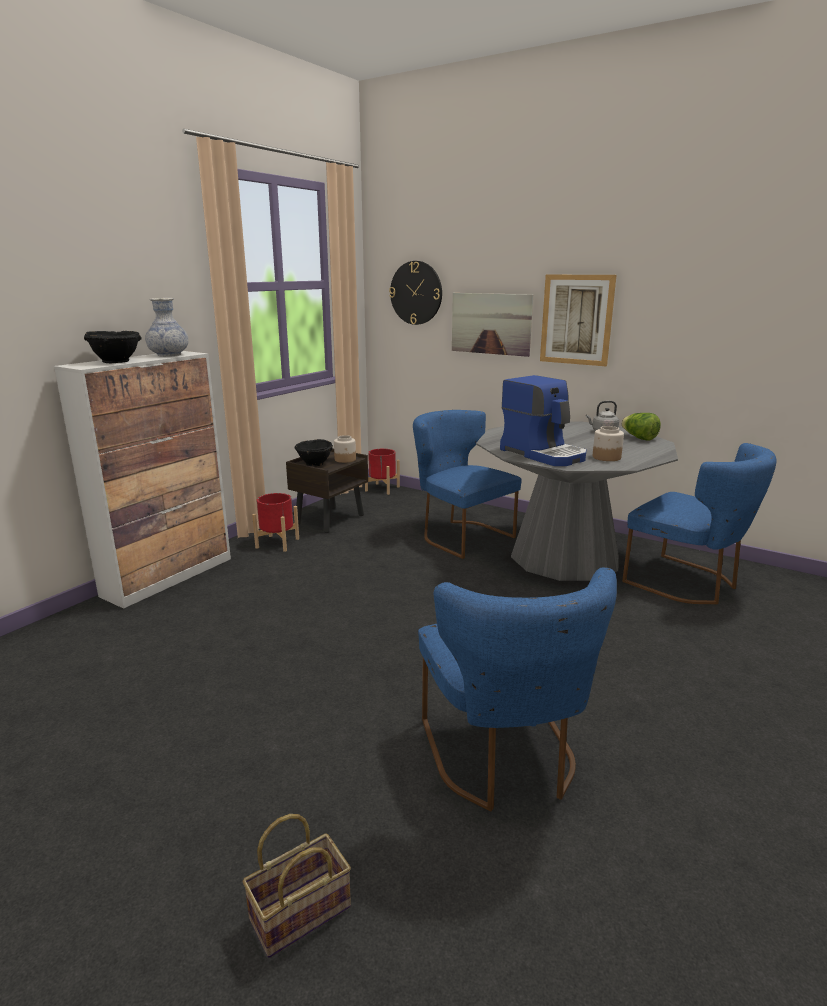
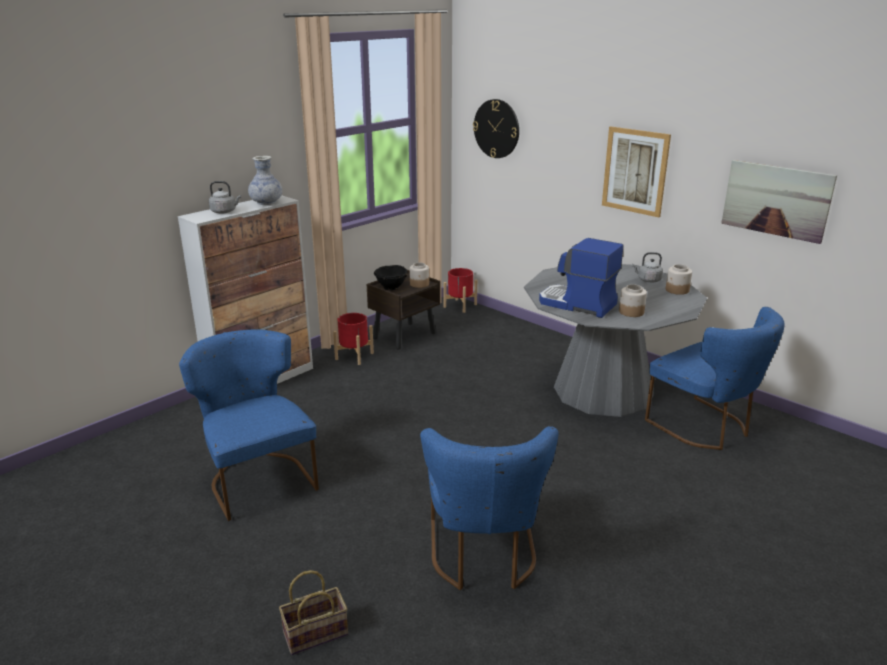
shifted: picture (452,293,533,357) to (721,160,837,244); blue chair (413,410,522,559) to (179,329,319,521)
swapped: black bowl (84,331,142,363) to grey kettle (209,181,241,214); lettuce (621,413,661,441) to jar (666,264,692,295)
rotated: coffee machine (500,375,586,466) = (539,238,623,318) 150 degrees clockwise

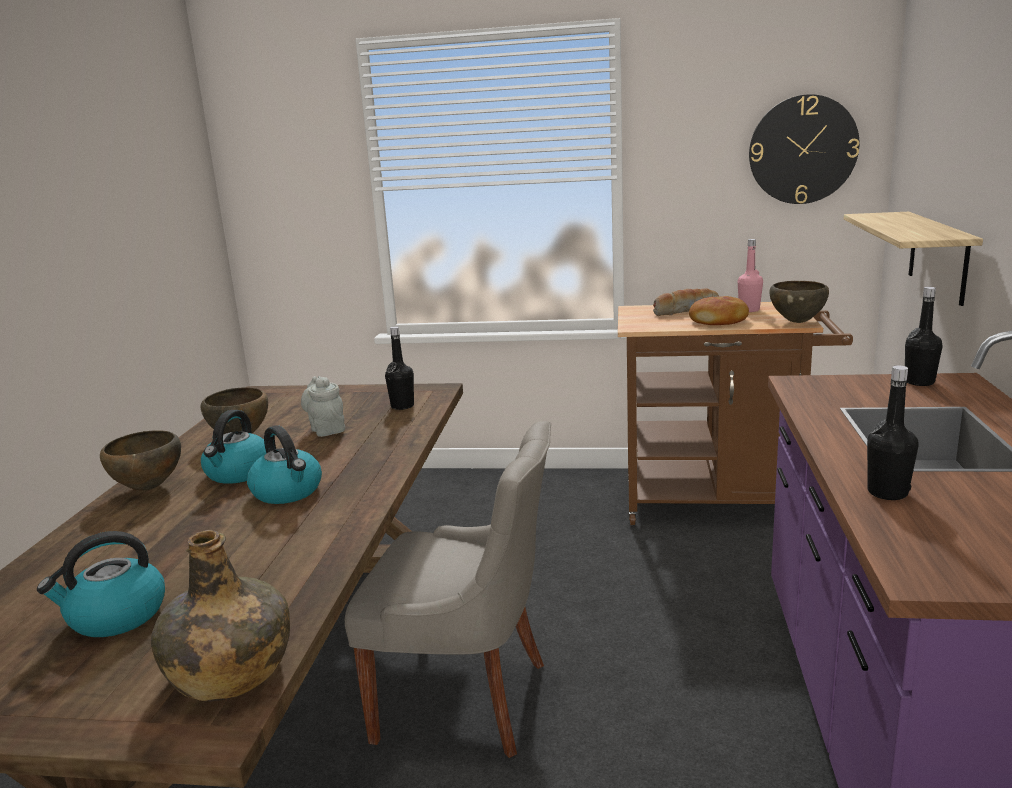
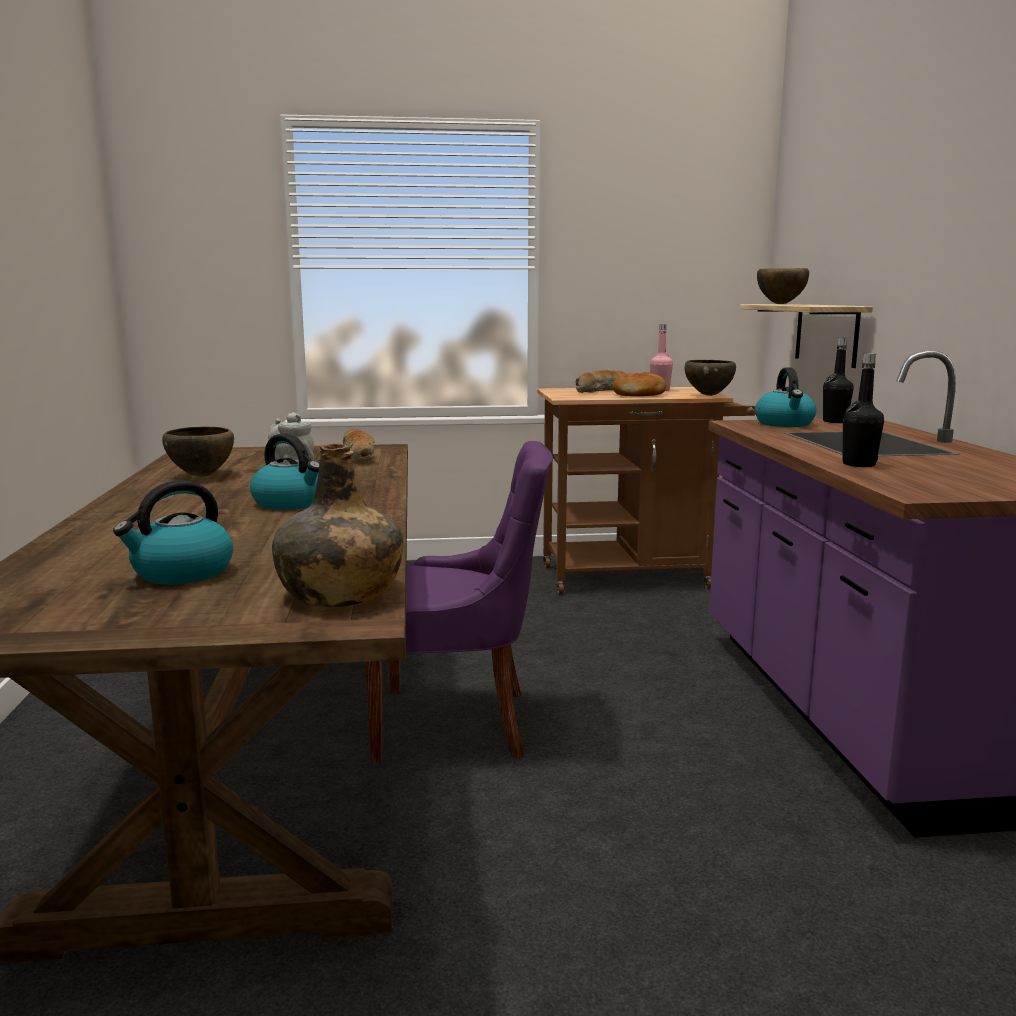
gone: wall clock (749,94,859,204)
shifted: kettle (201,410,266,484) to (755,368,817,427); brown bowl (100,430,181,491) to (757,268,809,304)
swapped: black bottle (385,326,414,410) to bread (343,429,374,462)
repainted: grey chair (345,421,551,758) to purple chair (366,441,553,763)

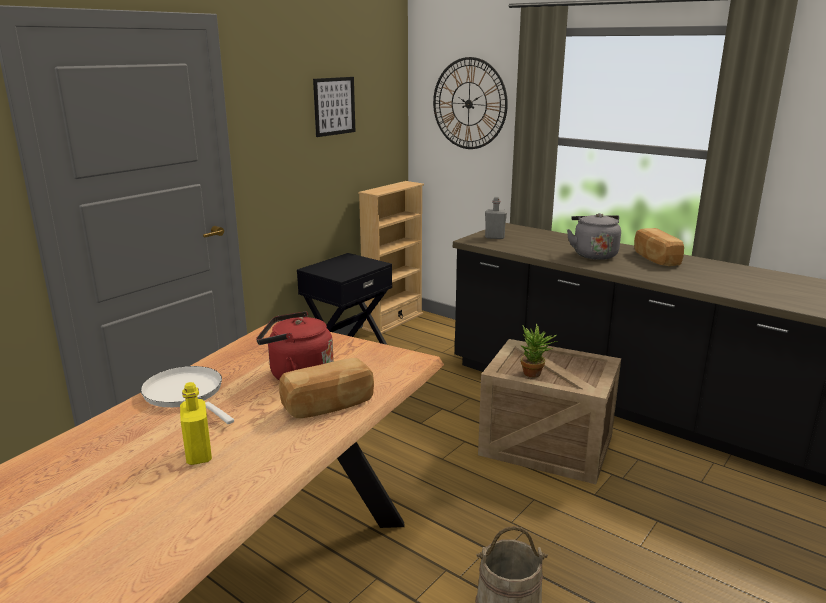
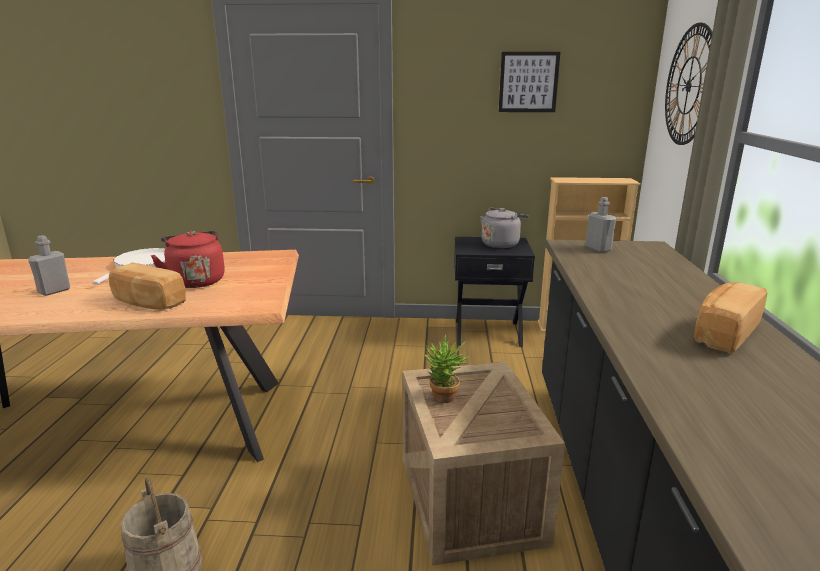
shifted: grey kettle (567,213,621,260) to (480,207,529,248)
repainted: yellow bottle (180,382,212,465) to grey bottle (28,235,70,296)

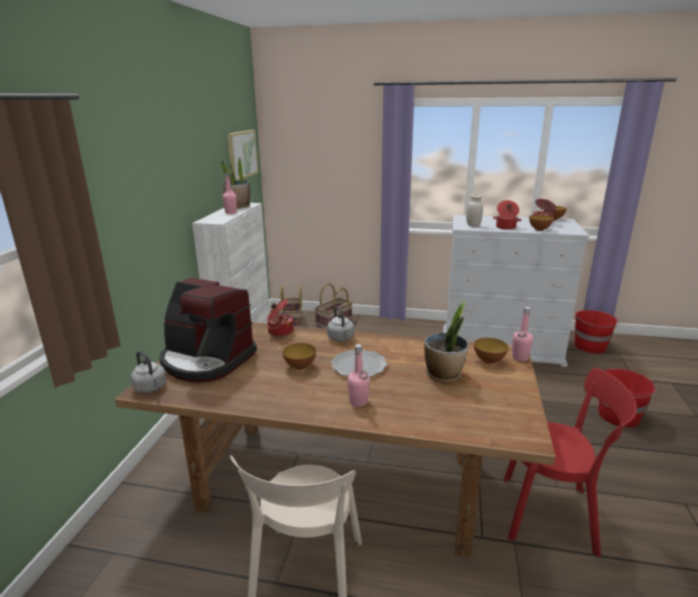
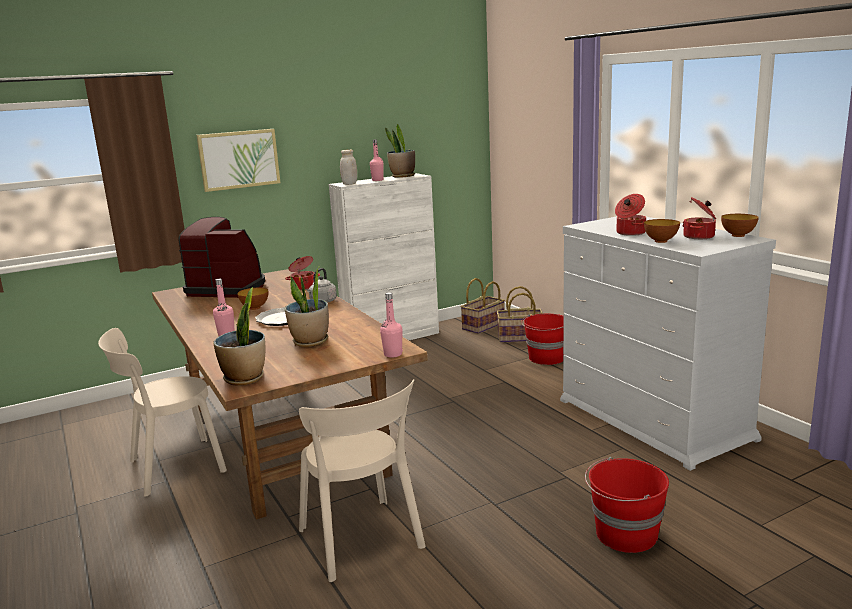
gone: bowl (474,338,508,364); grey kettle (131,351,166,393)
new: potted plant (213,287,265,386)
shifted: picture (227,130,259,181) to (196,129,280,192); white jar (466,194,483,227) to (340,149,357,185); red bucket (574,310,619,354) to (521,314,564,365)
repainted: red chair (504,368,637,557) to beige chair (299,379,426,582)
rotated: coffee machine (159,277,257,383) = (178,217,265,298) 120 degrees clockwise

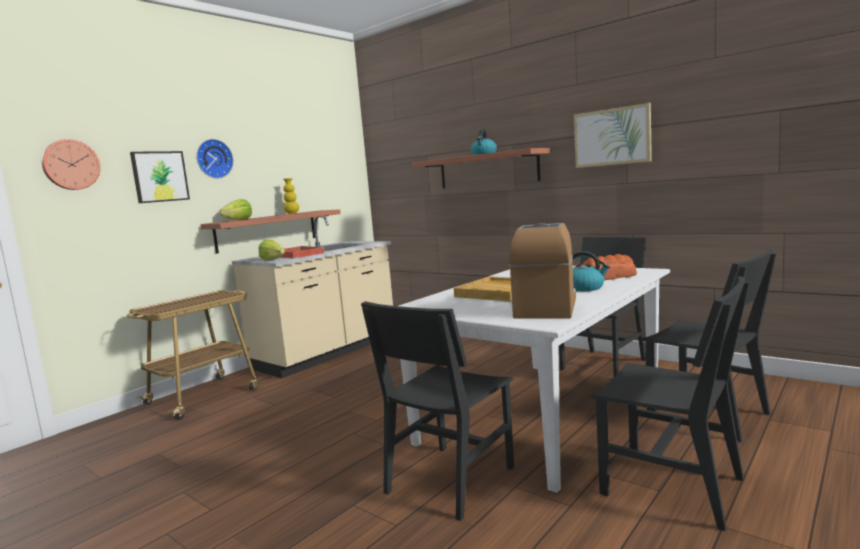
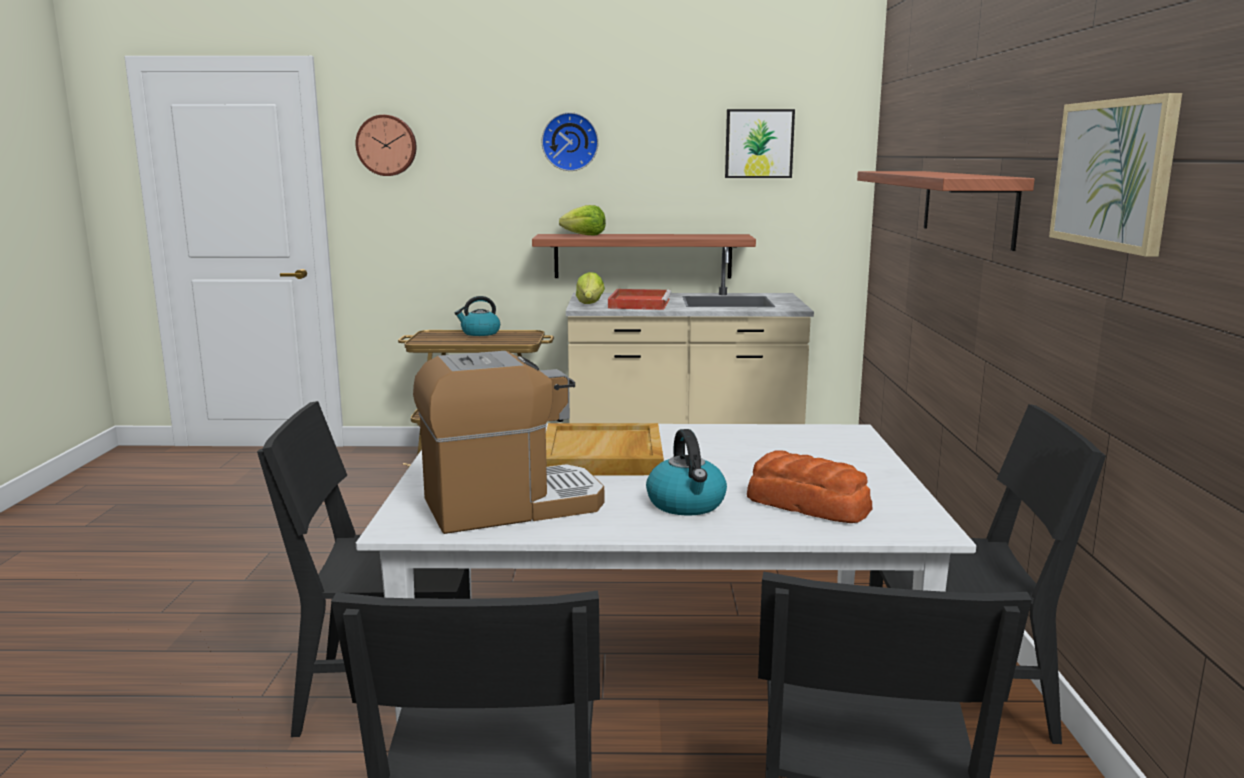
gone: yellow vase (283,178,299,214)
shifted: kettle (470,129,497,155) to (455,296,500,336); picture (130,151,190,203) to (725,109,795,178)

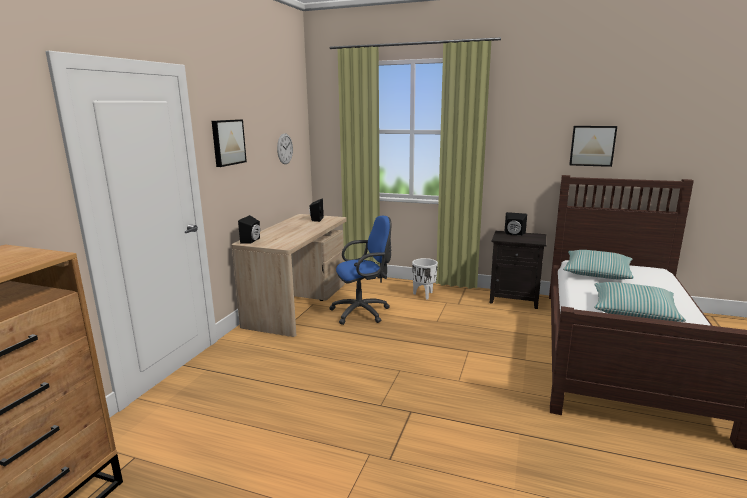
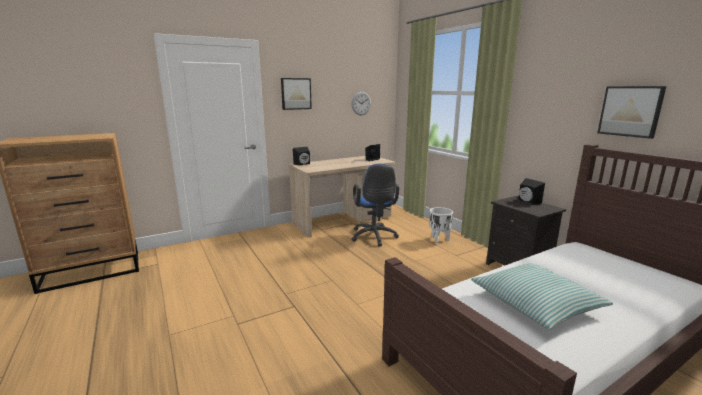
gone: pillow (563,250,634,280)
rotated: blue office chair (329,216,391,325) = (351,164,399,246) 60 degrees clockwise

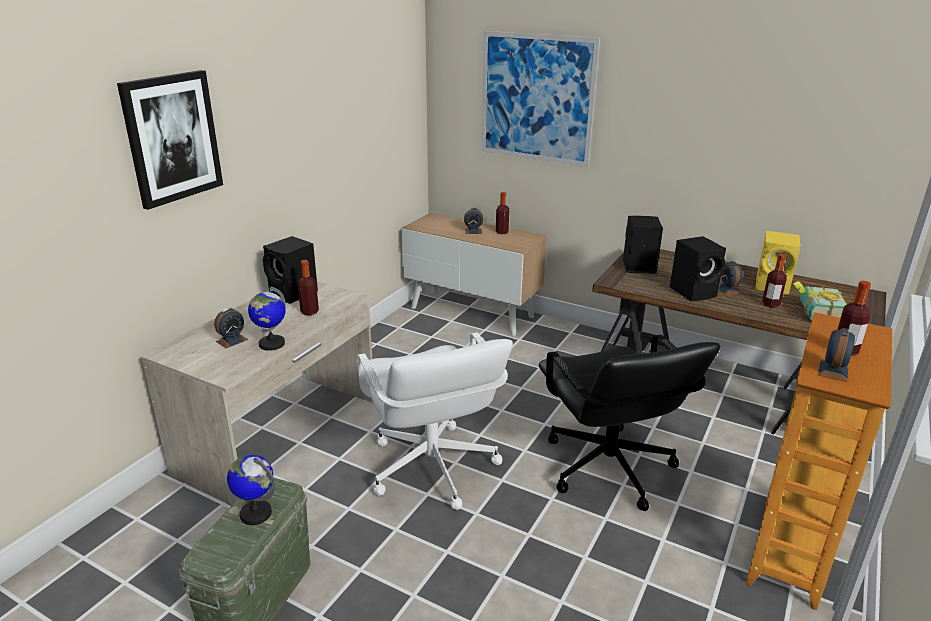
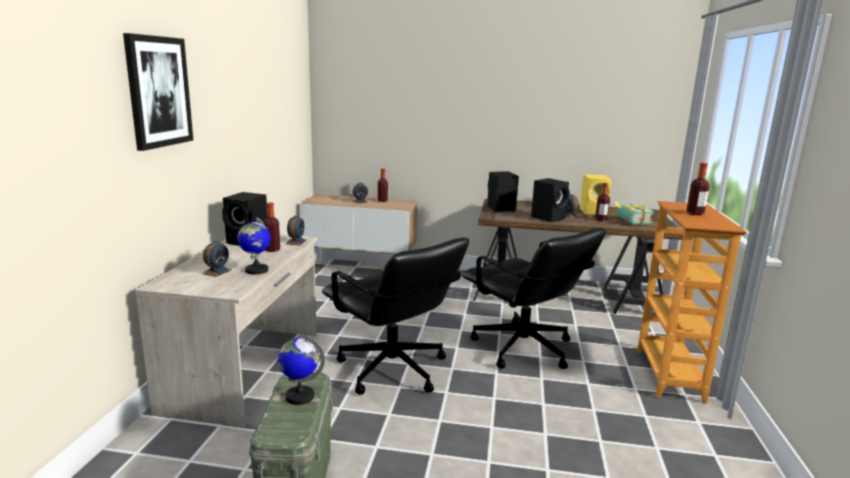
gone: picture (482,31,600,167)
shifted: alarm clock (818,328,855,382) to (286,216,306,245)
repainted: white office chair (357,332,513,510) to black office chair (322,238,469,395)

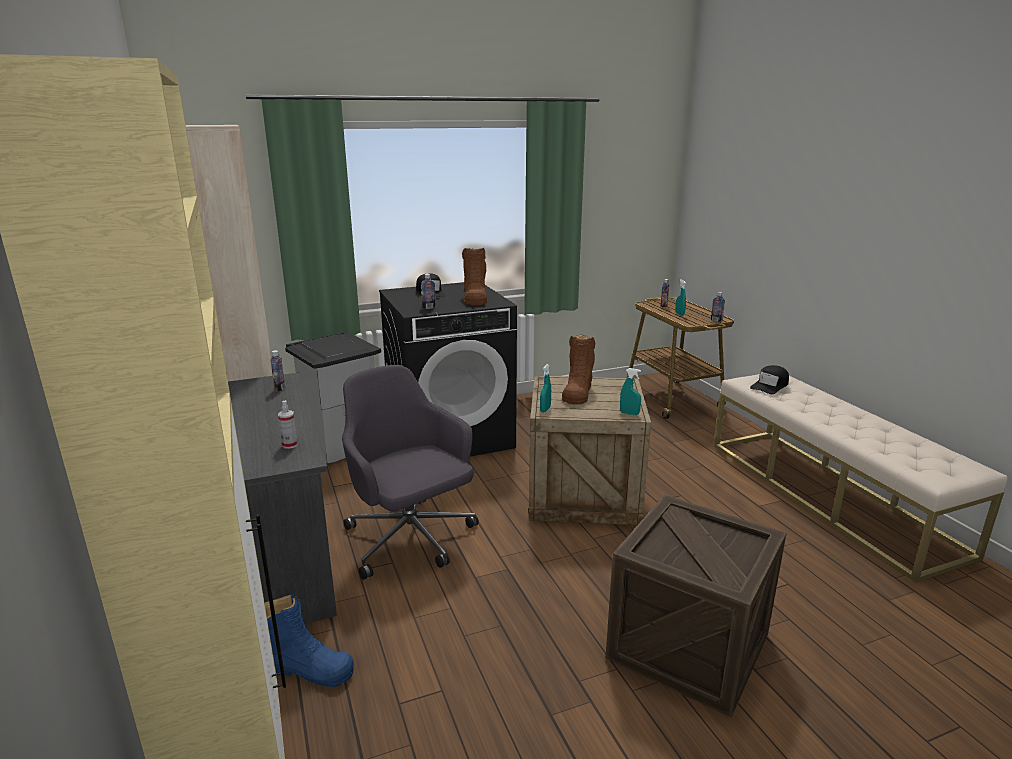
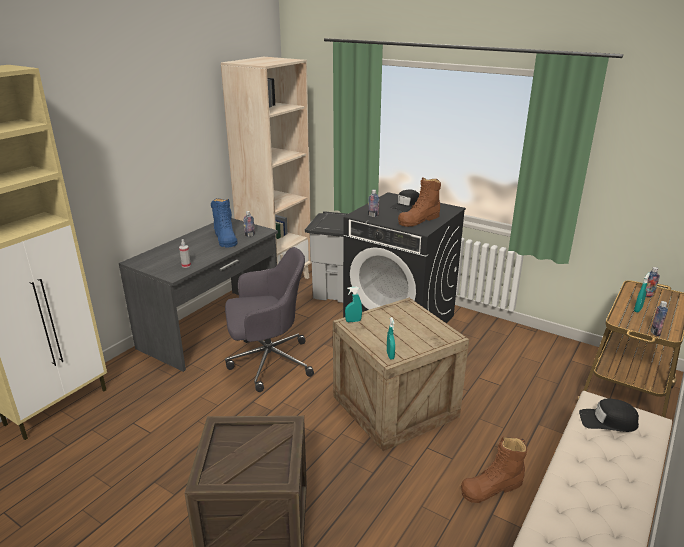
shifted: brown boot (562,335,595,405) to (461,437,527,503); blue boot (264,594,354,687) to (211,199,237,247)
rotated: grey office chair (342,365,479,580) = (225,247,314,392) 60 degrees clockwise

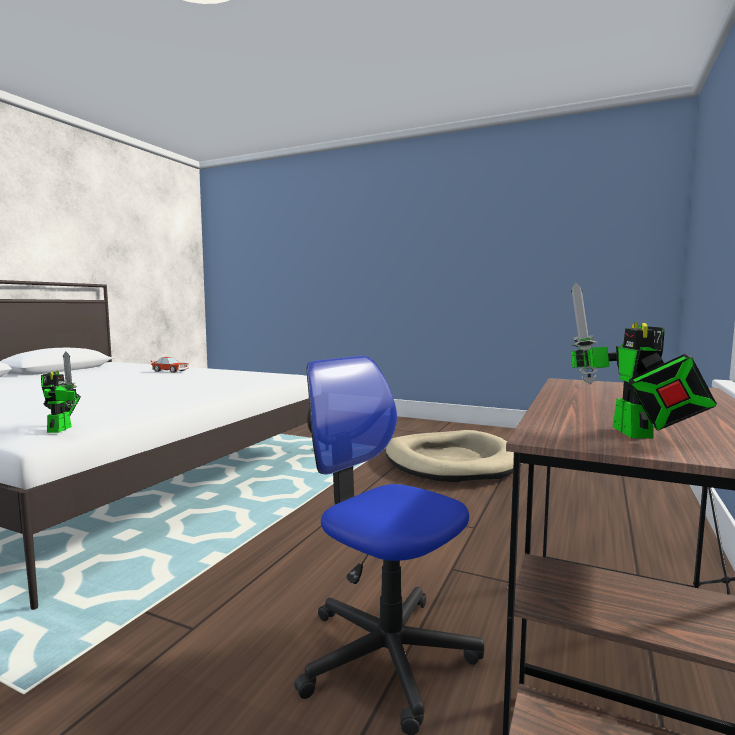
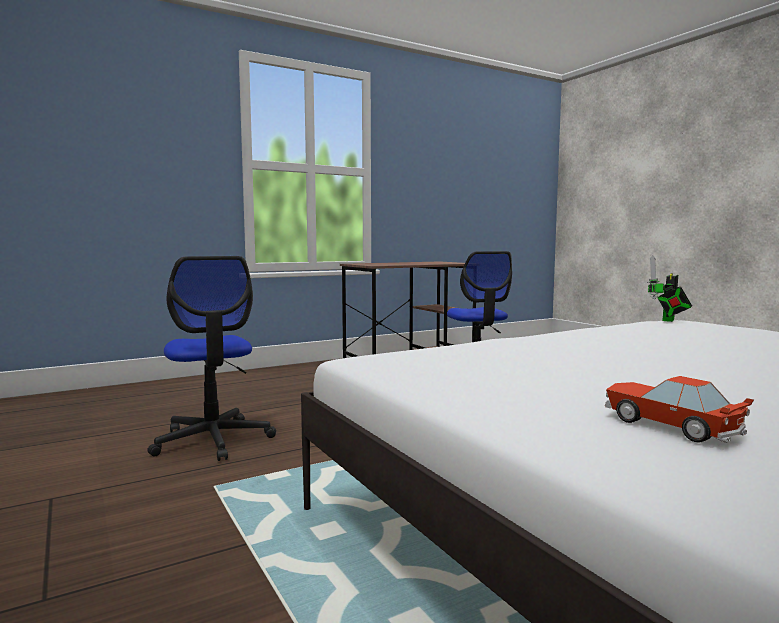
gone: toy robot (571,282,717,438)
swapped: beige dog bed (386,430,522,482) to office chair (147,256,276,461)

